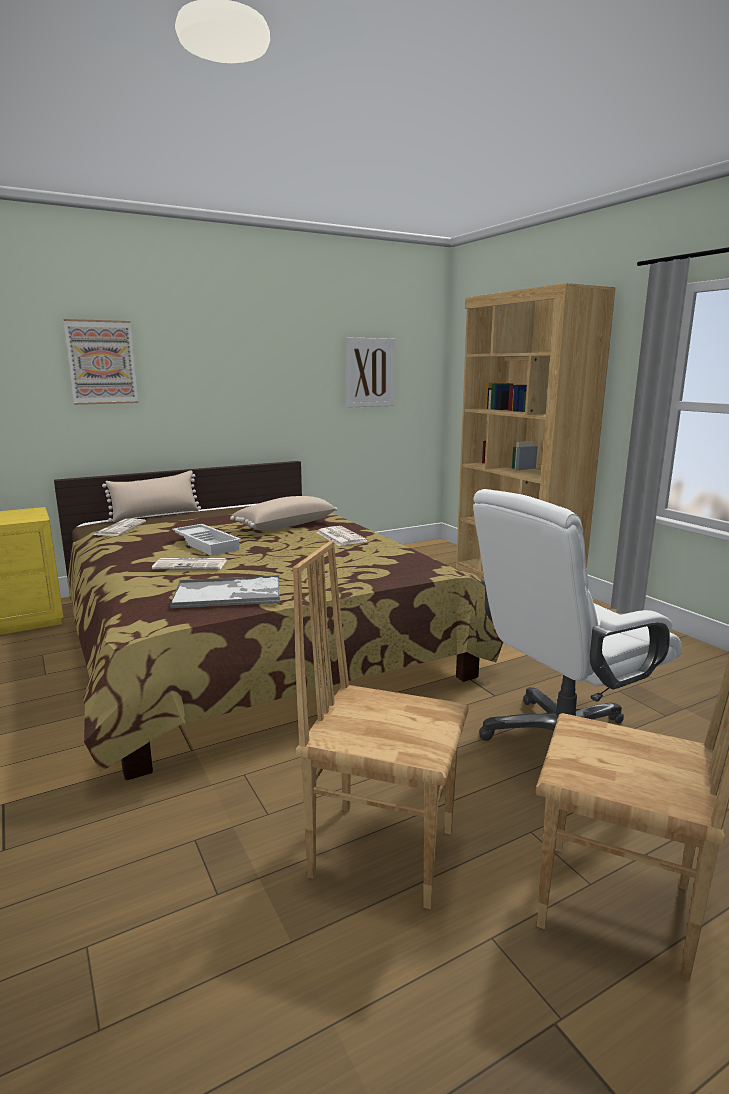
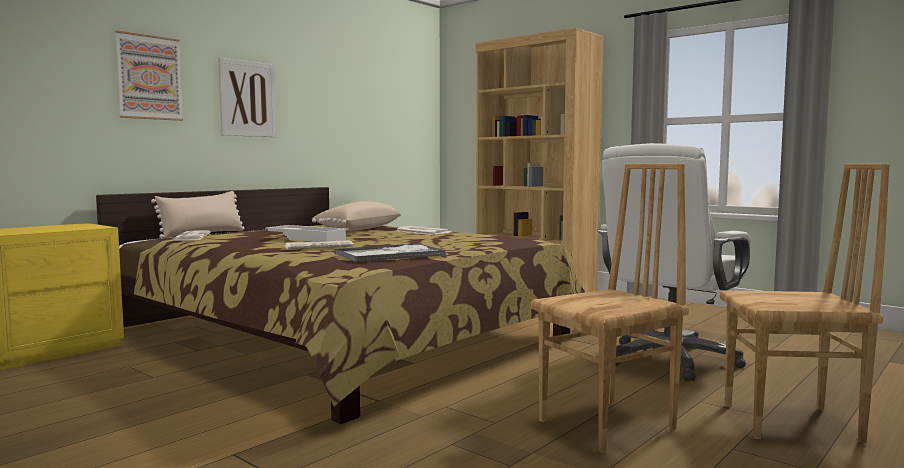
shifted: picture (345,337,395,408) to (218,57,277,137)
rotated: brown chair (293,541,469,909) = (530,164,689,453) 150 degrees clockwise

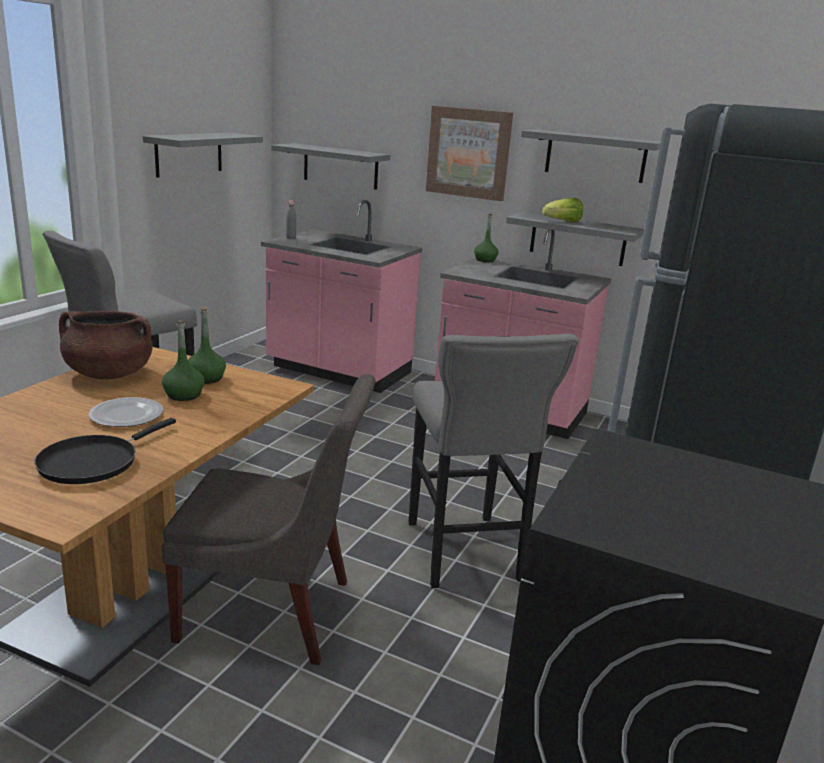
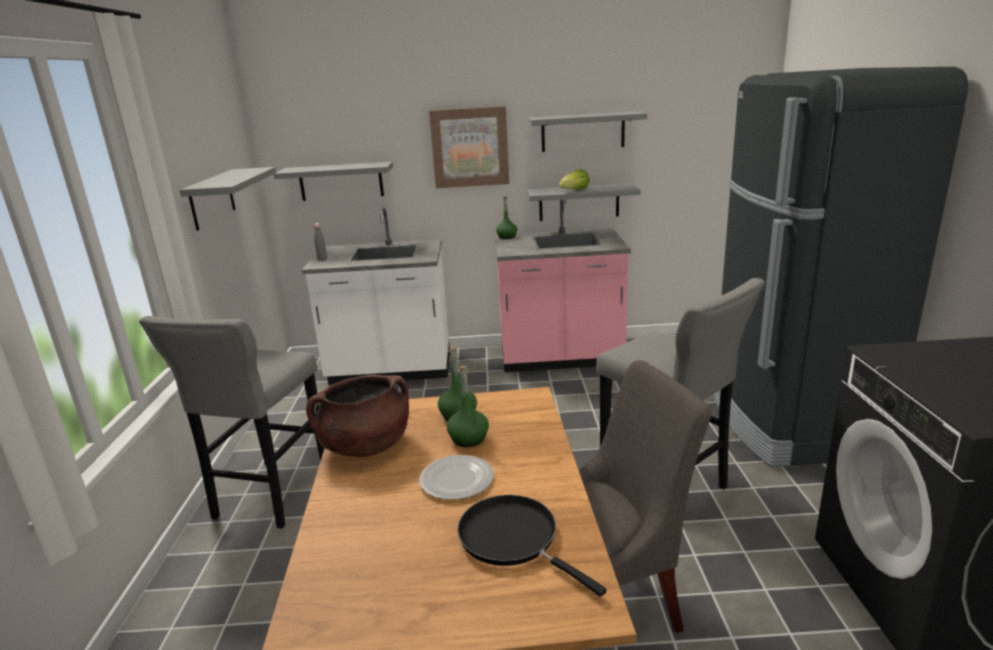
repainted: pink counter (261,200,422,393) to white counter (302,207,450,385)
rotated: black frying pan (34,418,176,484) = (457,495,607,597) 135 degrees clockwise

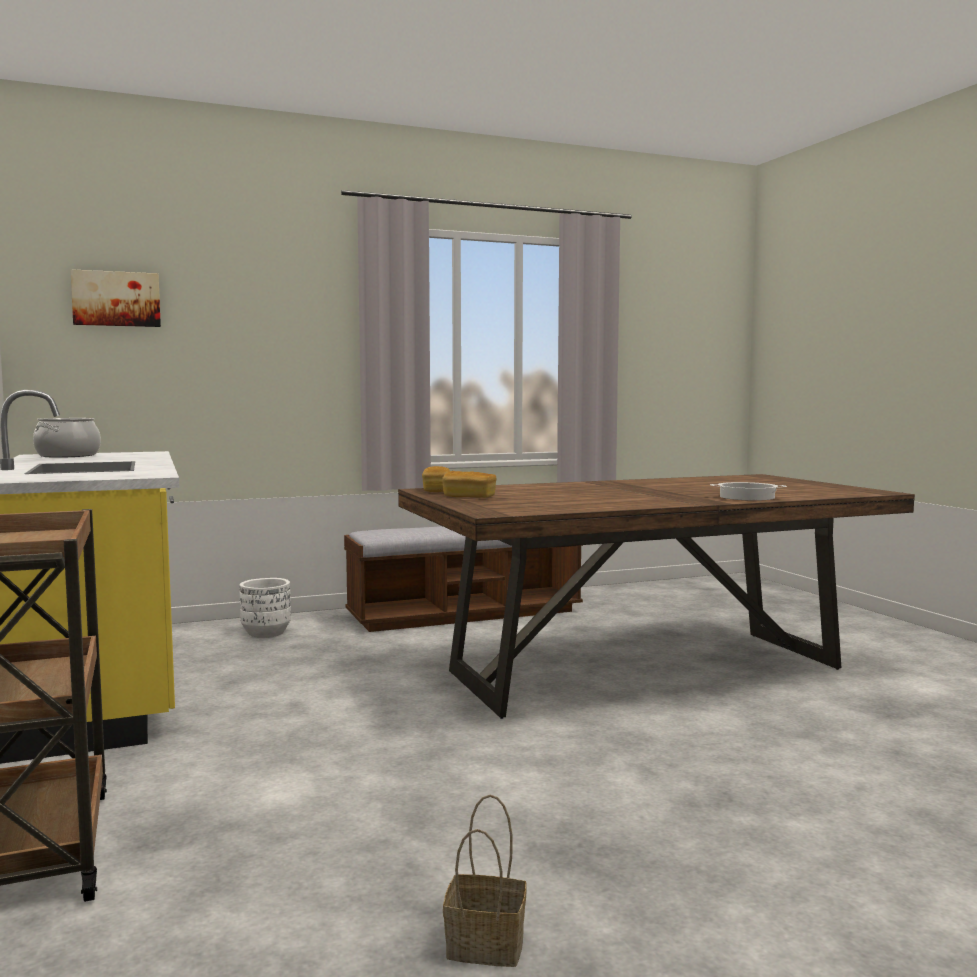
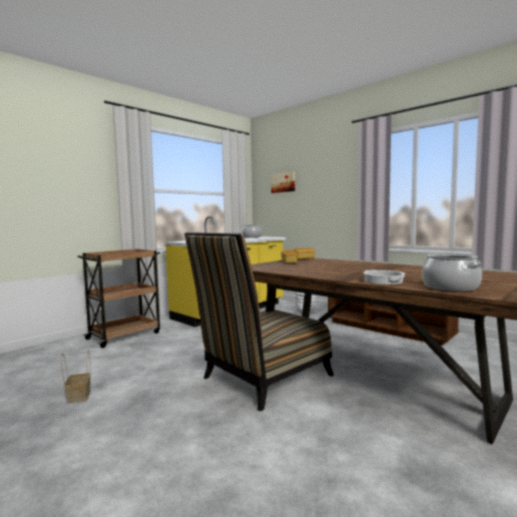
new: chair (184,232,334,411); cooking pot (422,254,482,292)

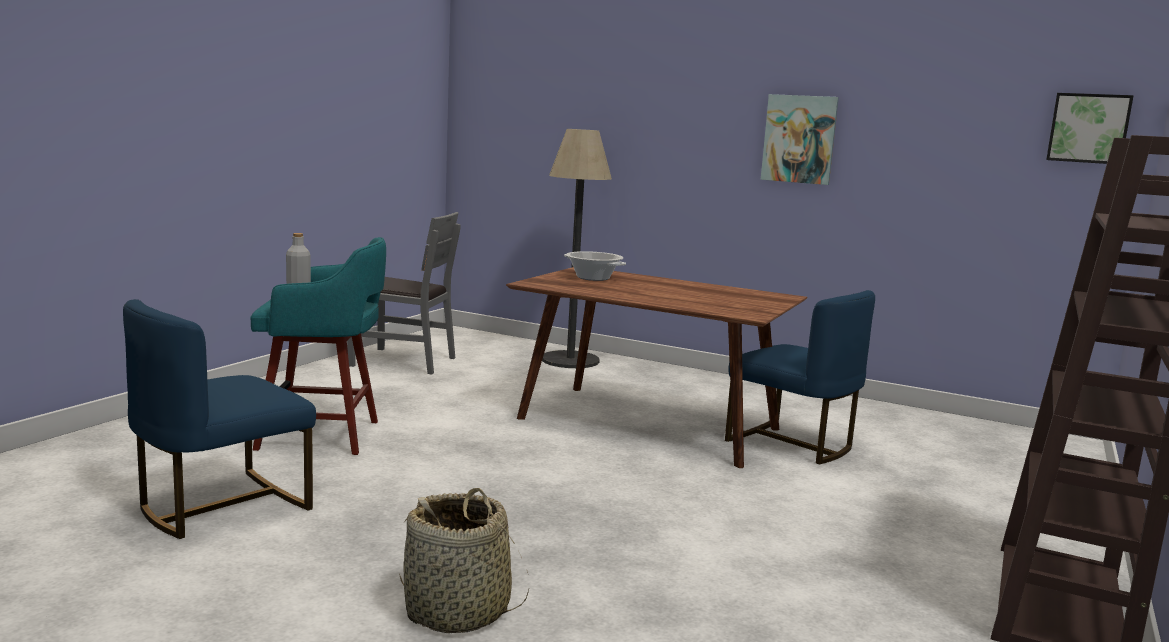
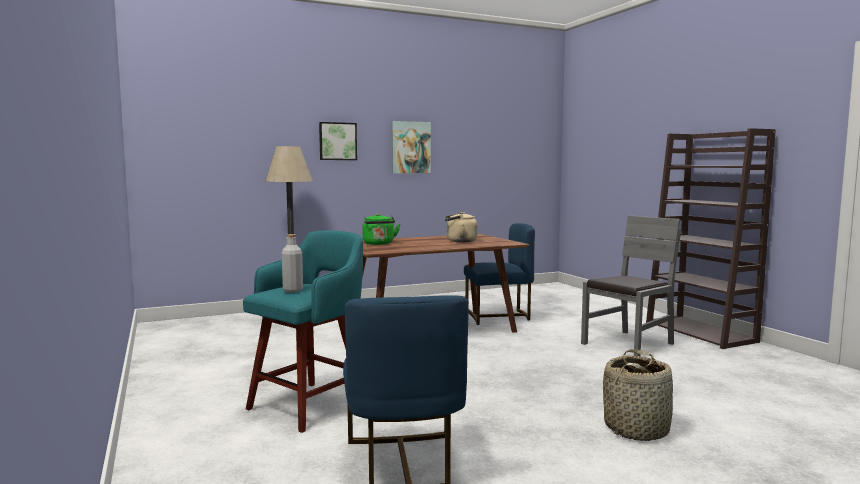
new: beige kettle (445,212,477,242)
shifted: picture (1046,93,1134,164) to (319,122,357,160); grey chair (347,212,460,374) to (581,215,681,356)
swapped: cooking pot (564,251,626,281) to green kettle (362,214,400,245)

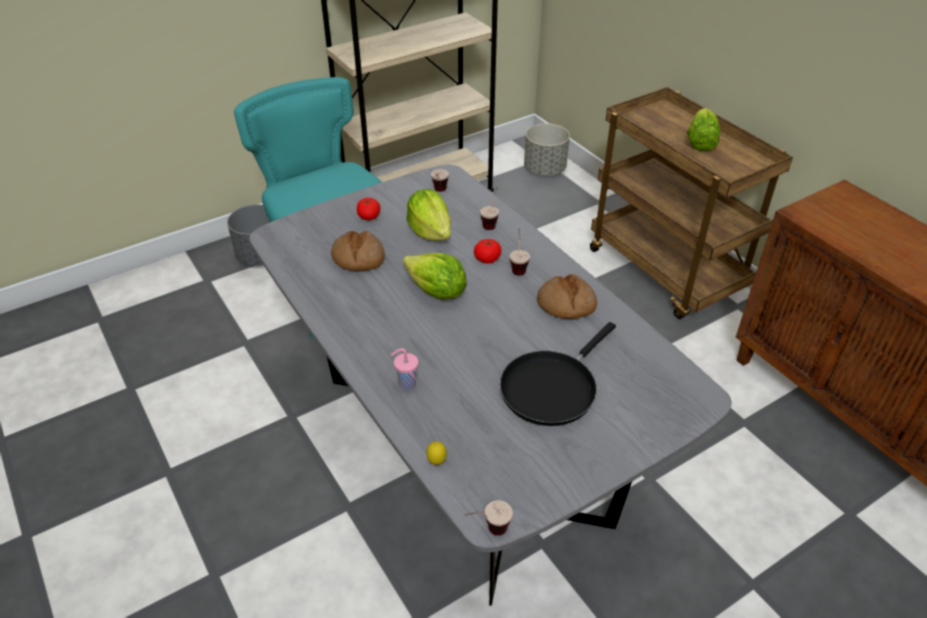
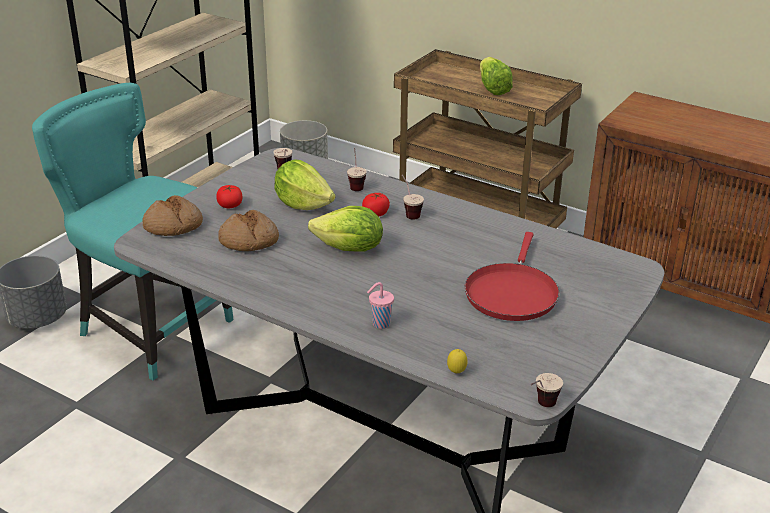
shifted: bread (537,274,597,319) to (142,195,203,236)
repainted: black frying pan (500,322,616,426) to red frying pan (465,232,559,321)

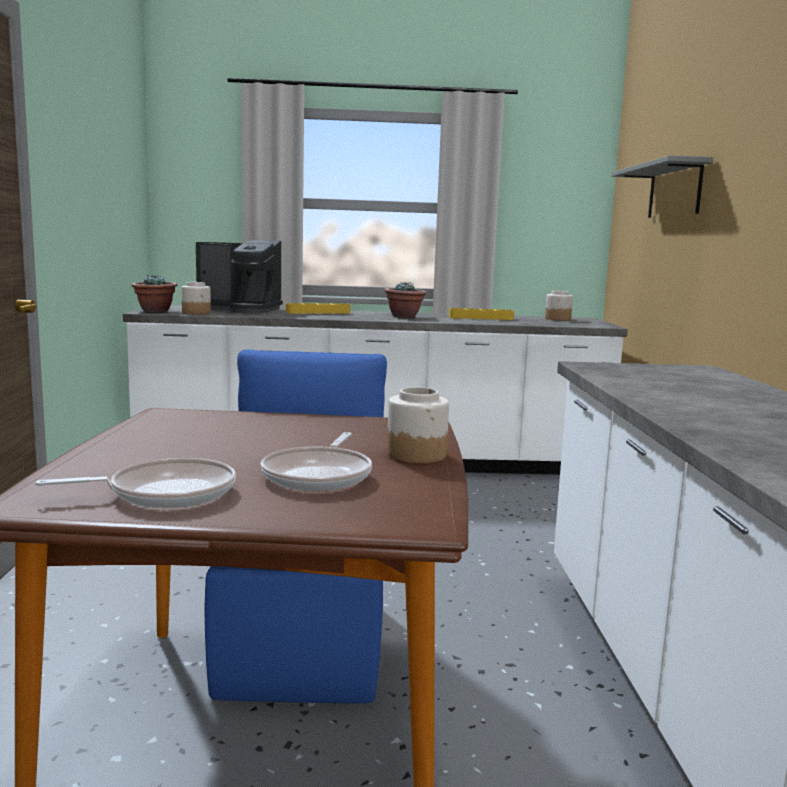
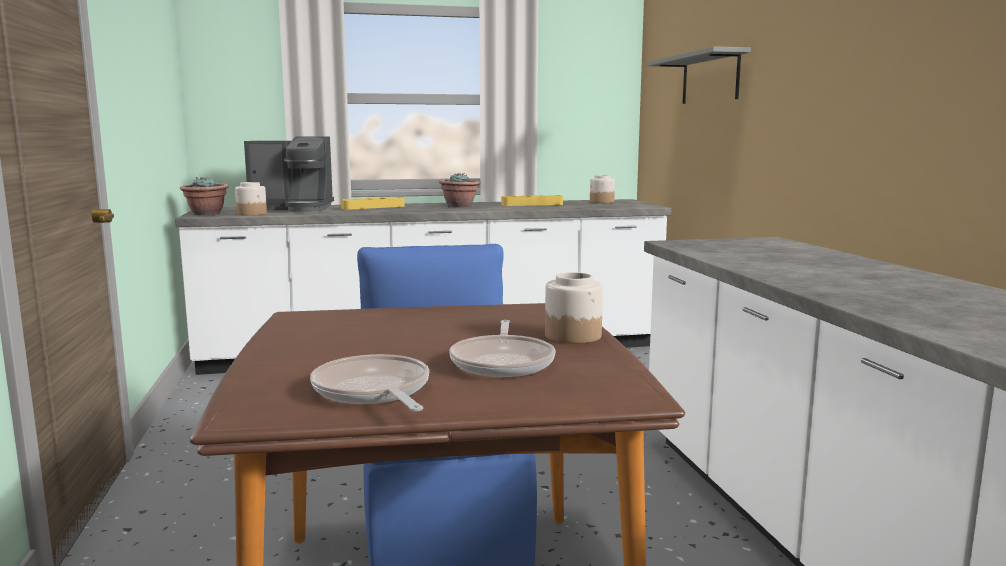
rotated: frying pan (35,458,236,508) = (310,354,429,411) 90 degrees counterclockwise

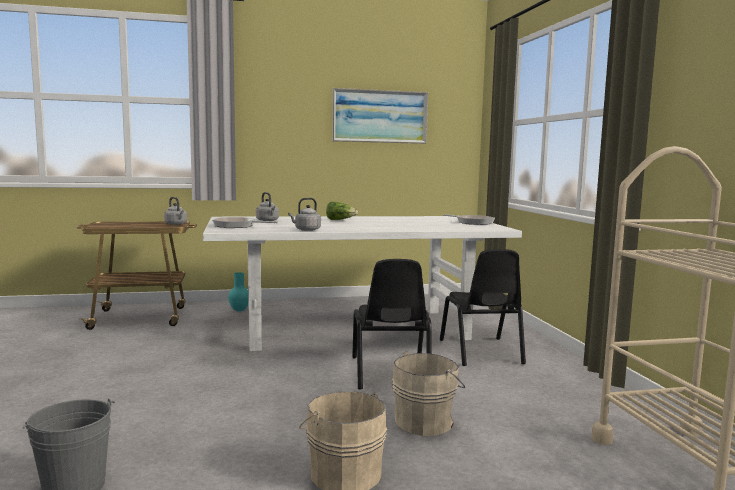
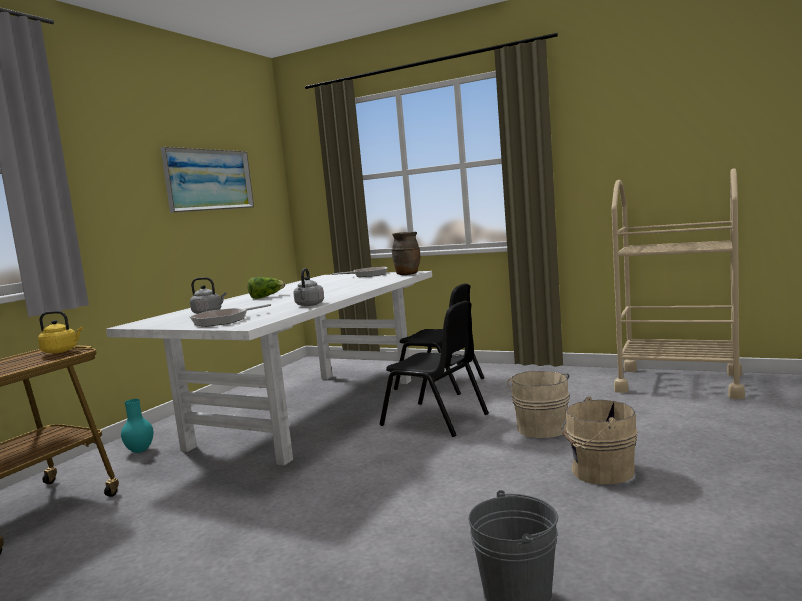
new: brown vase (391,232,420,275)
repainted: grey kettle (164,197,187,225) to yellow kettle (38,311,83,354)

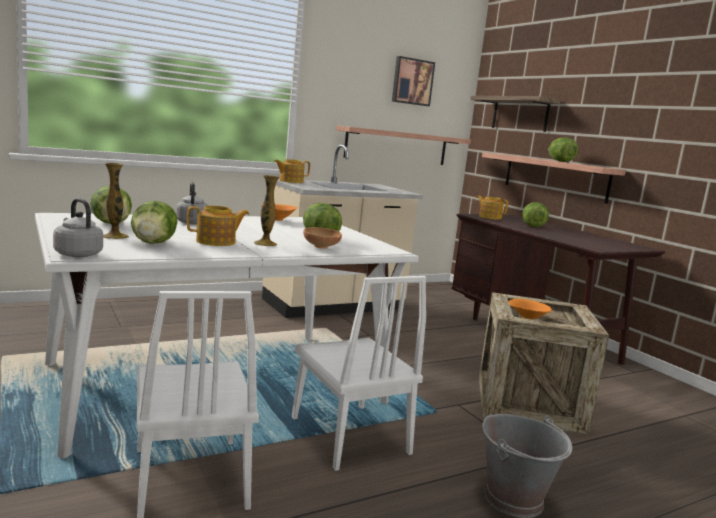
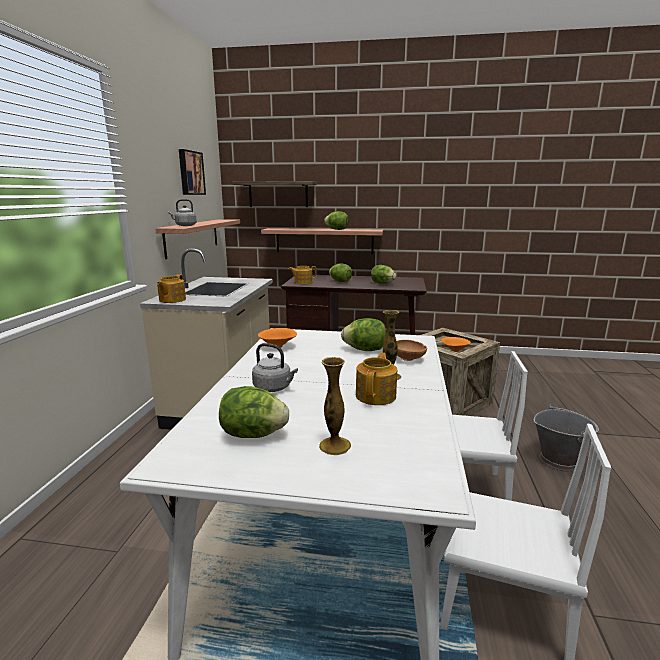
shifted: grey kettle (53,198,103,257) to (168,199,197,226); lettuce (131,201,178,244) to (371,265,396,284)

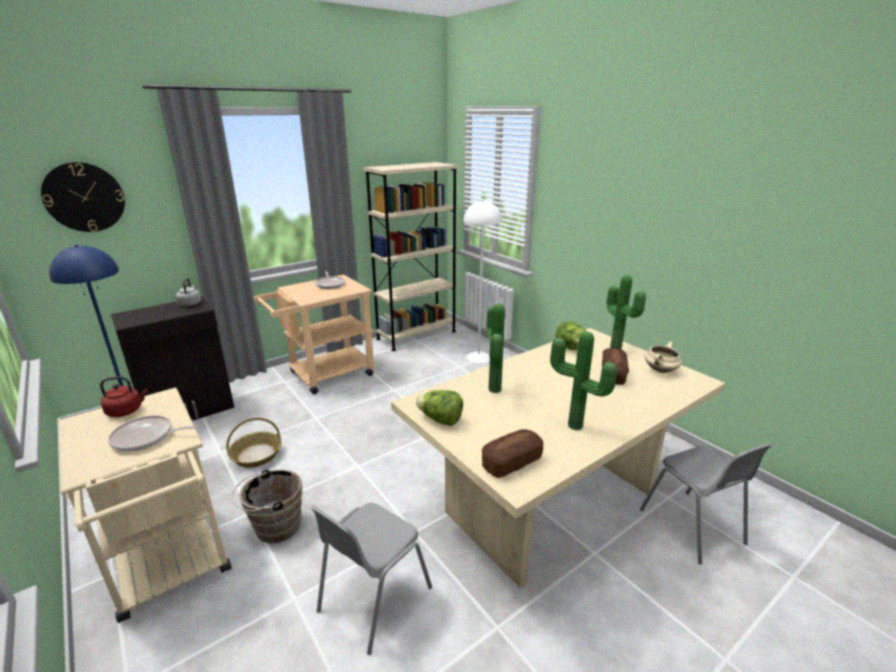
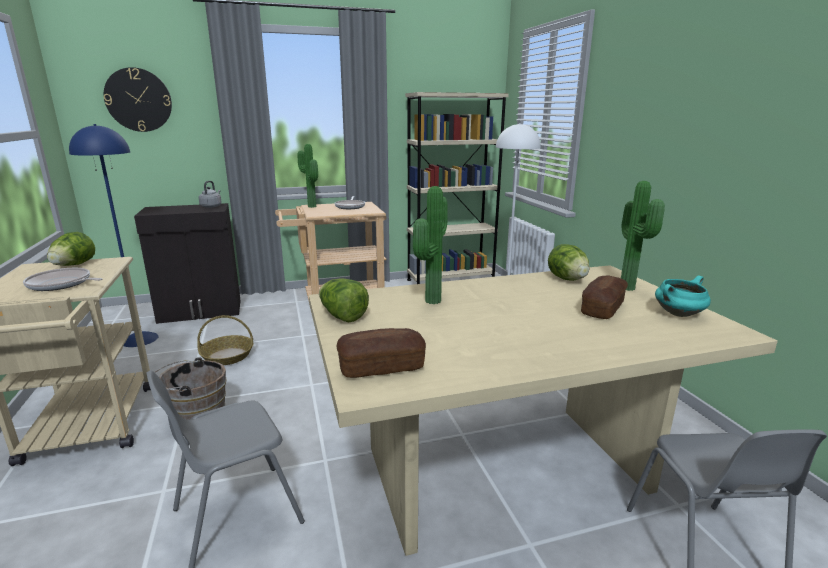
shifted: potted plant (550,331,617,430) to (297,144,318,208)
swapped: red kettle (100,376,148,417) to lettuce (47,232,95,266)
repainted: beige cooking pot (645,342,682,373) to turquoise cooking pot (655,276,711,317)

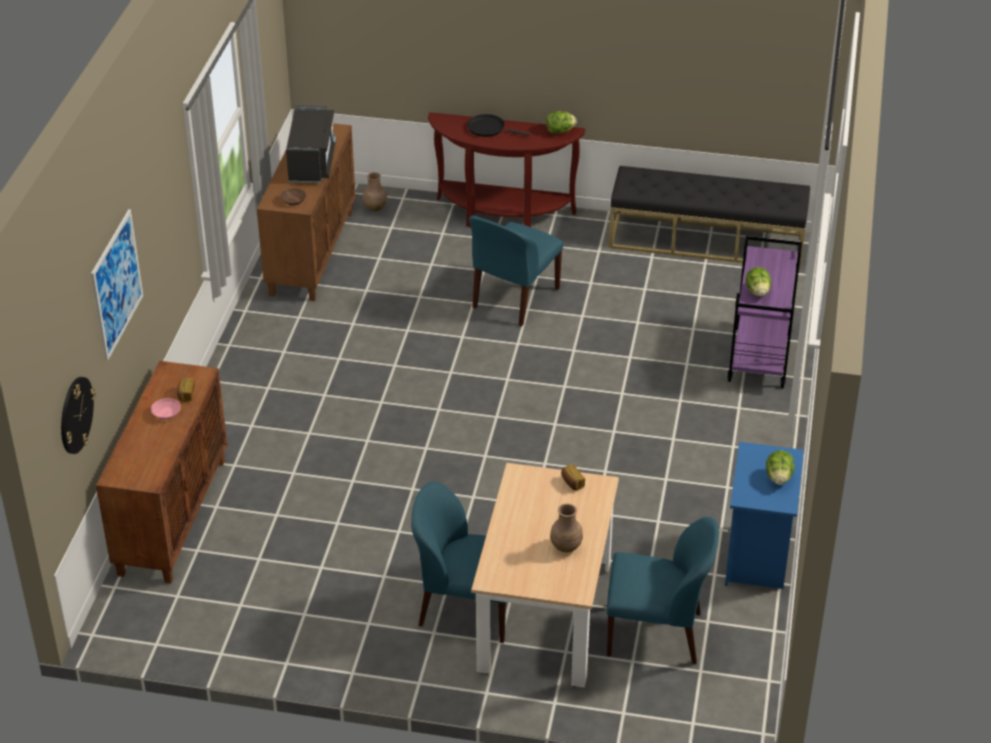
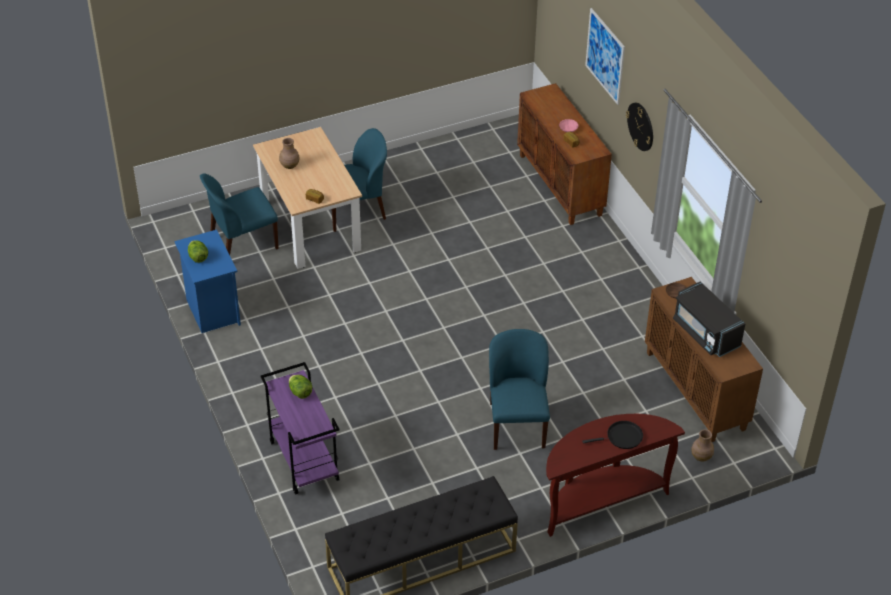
gone: lettuce (546,111,577,134)
shifted: wall clock (61,377,96,454) to (626,102,653,151)

